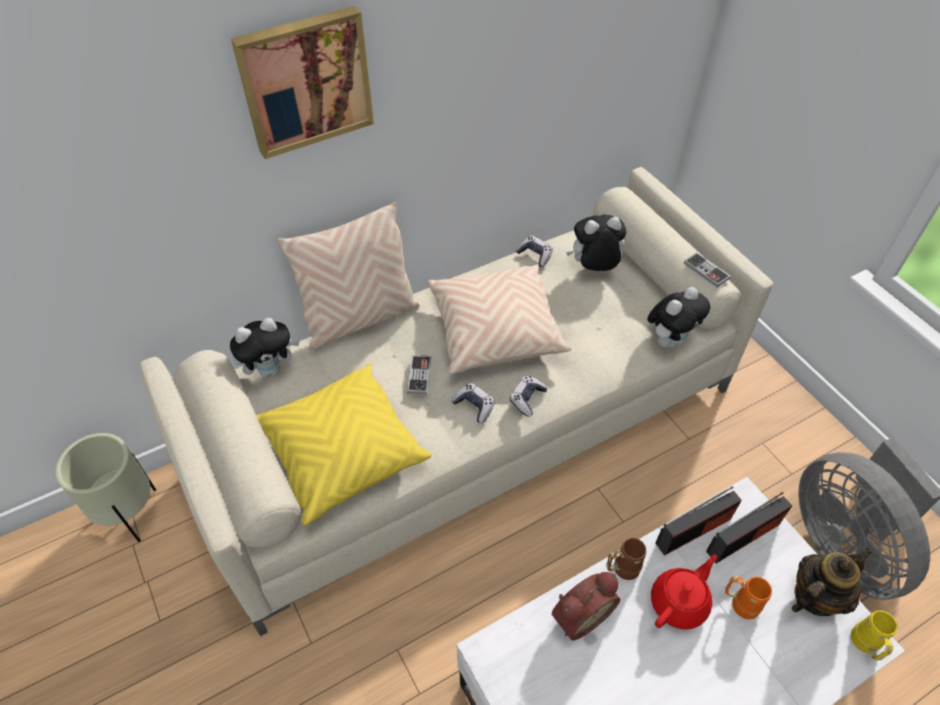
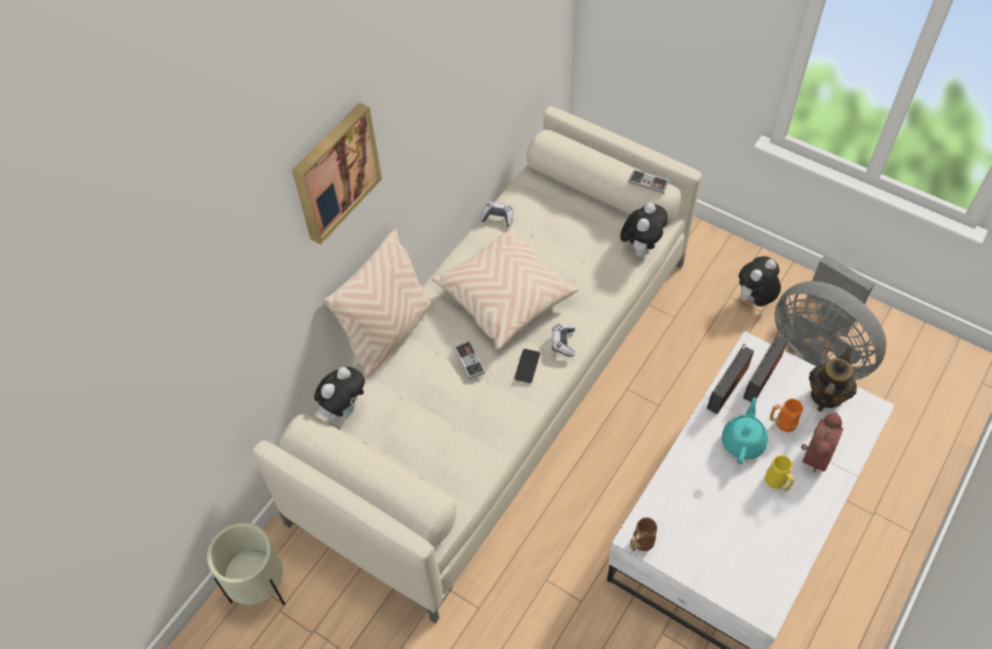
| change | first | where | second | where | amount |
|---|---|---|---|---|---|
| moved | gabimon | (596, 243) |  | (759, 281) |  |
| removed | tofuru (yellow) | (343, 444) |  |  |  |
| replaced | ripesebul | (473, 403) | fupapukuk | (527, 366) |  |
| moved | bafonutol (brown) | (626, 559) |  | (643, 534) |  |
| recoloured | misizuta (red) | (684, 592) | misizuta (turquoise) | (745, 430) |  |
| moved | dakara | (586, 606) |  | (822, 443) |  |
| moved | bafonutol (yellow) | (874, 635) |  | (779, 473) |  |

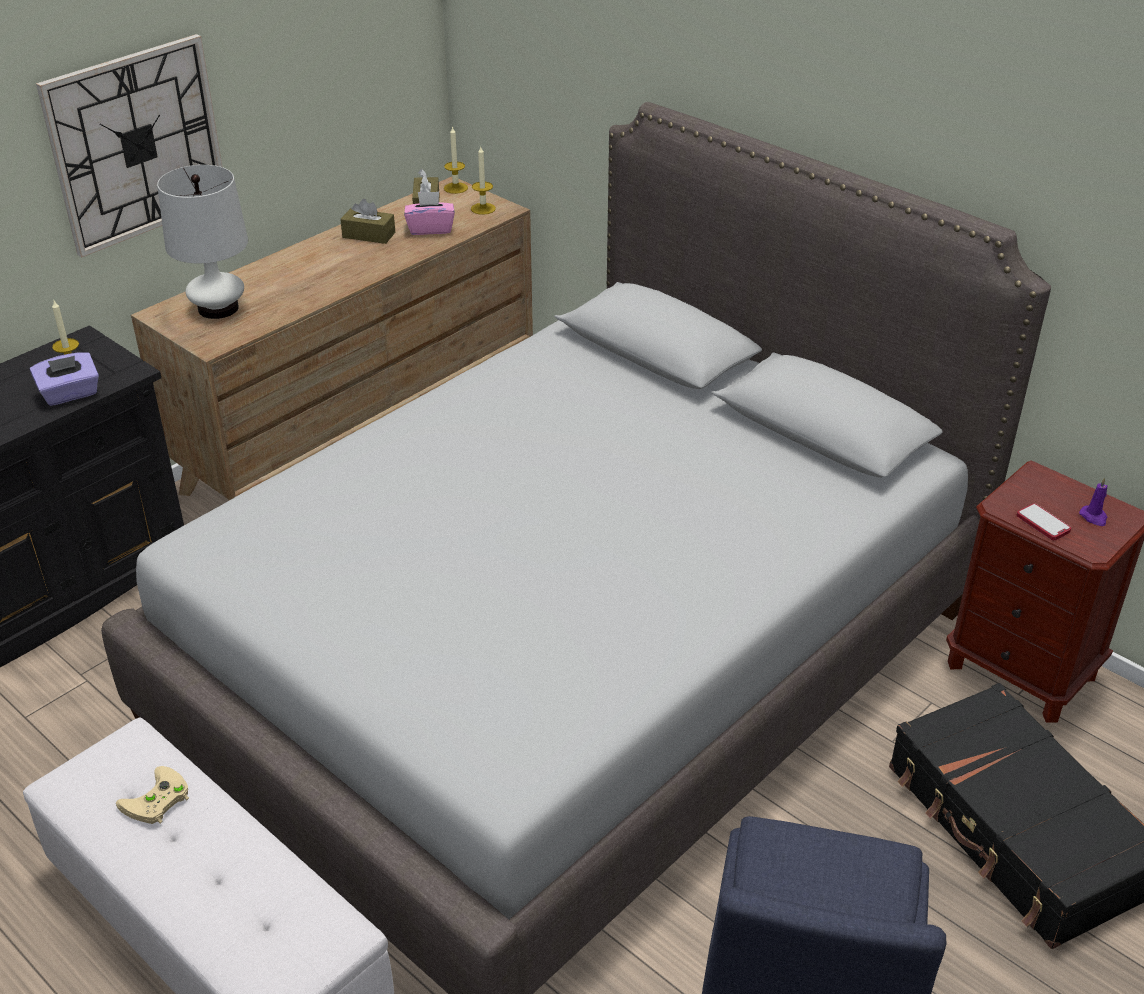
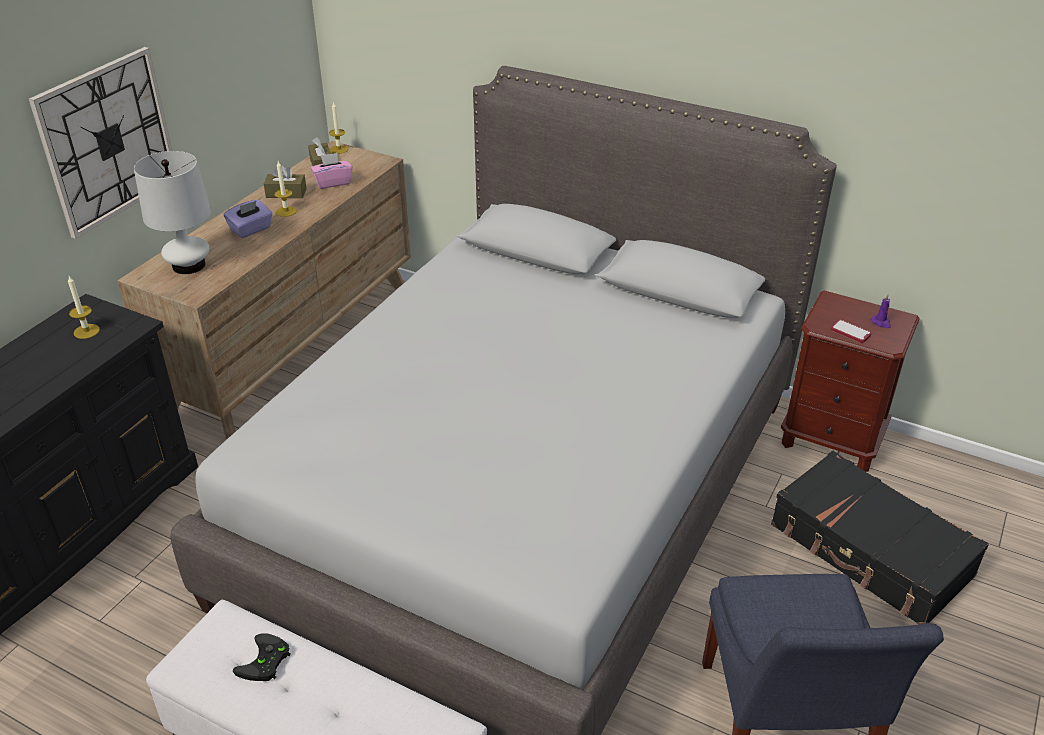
| change | first | where | second | where | amount |
|---|---|---|---|---|---|
| moved | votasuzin | (483, 181) |  | (285, 189) |  |
| moved | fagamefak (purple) | (64, 379) |  | (248, 219) |  |
| recoloured | ripesebul (beige) | (152, 795) | ripesebul (black) | (262, 657) |  |

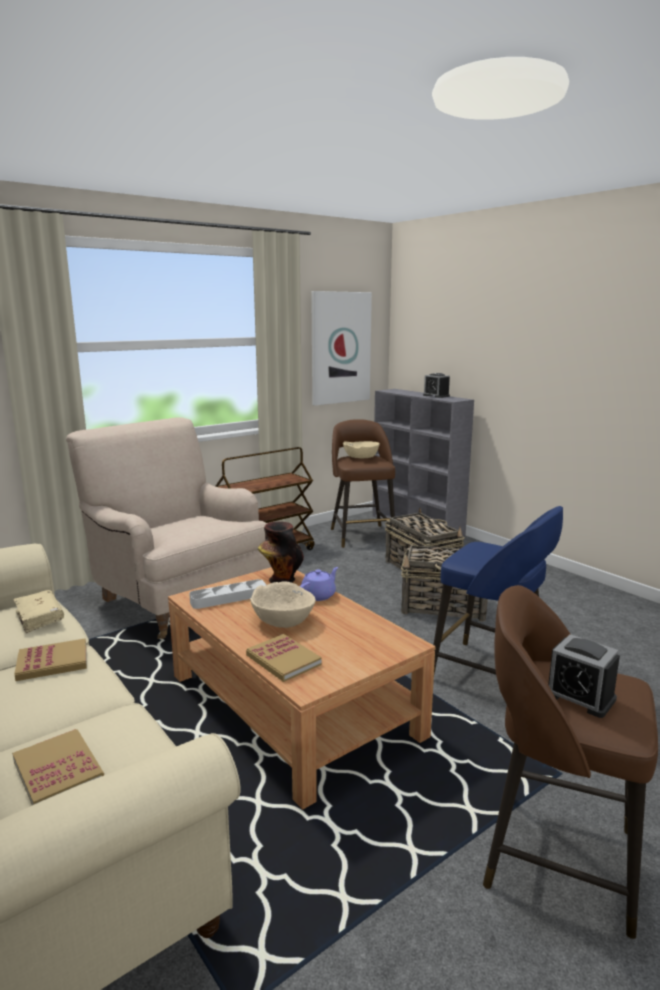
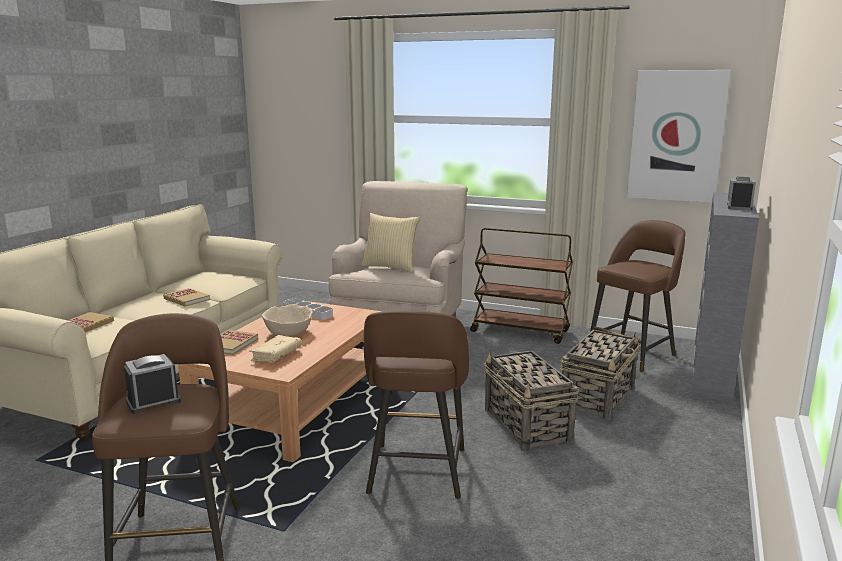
| change | first | where | second | where | amount |
|---|---|---|---|---|---|
| removed | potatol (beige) | (361, 449) |  |  |  |
| recoloured | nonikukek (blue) | (498, 590) | nonikukek (brown) | (416, 405) |  |
| removed | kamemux | (281, 552) |  |  |  |
| removed | misizuta (purple) | (319, 584) |  |  |  |
| moved | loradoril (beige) | (38, 611) |  | (275, 348) |  |
| turned | dakara | (584, 676) |  | (152, 384) | 45 degrees clockwise |
| added |  |  | tofuru | (390, 243) |  |

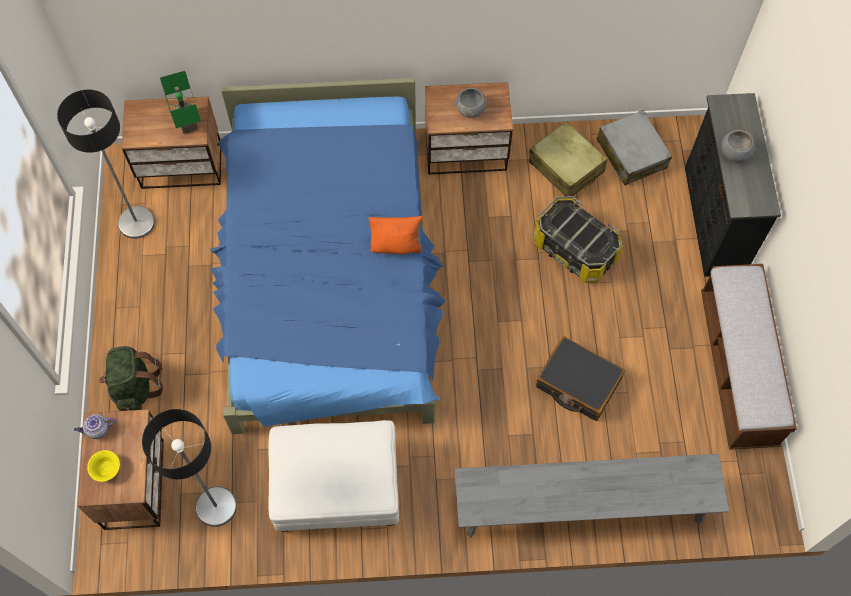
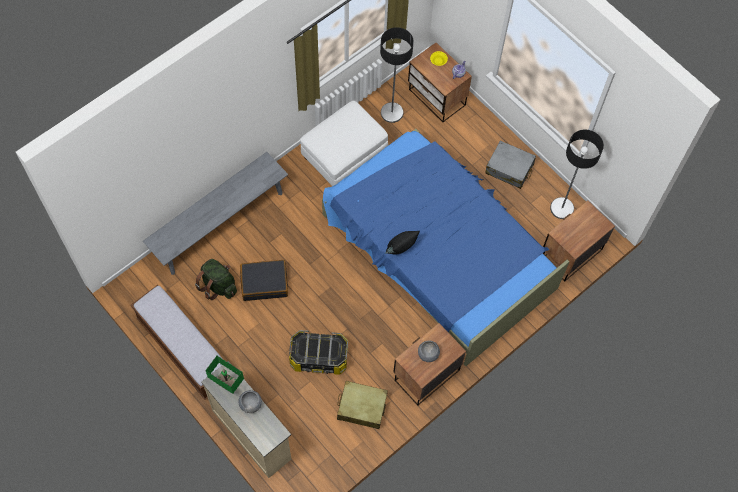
| change | first | where | second | where | amount |
|---|---|---|---|---|---|
| moved | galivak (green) | (180, 102) |  | (224, 375) |  |
| recoloured | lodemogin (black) | (733, 185) | lodemogin (beige) | (246, 419) |  |
| moved | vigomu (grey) | (634, 148) |  | (510, 165) |  |
| recoloured | tofuru (orange) | (396, 235) | tofuru (black) | (402, 243) |  |
| moved | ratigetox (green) | (131, 378) |  | (216, 279) |  |

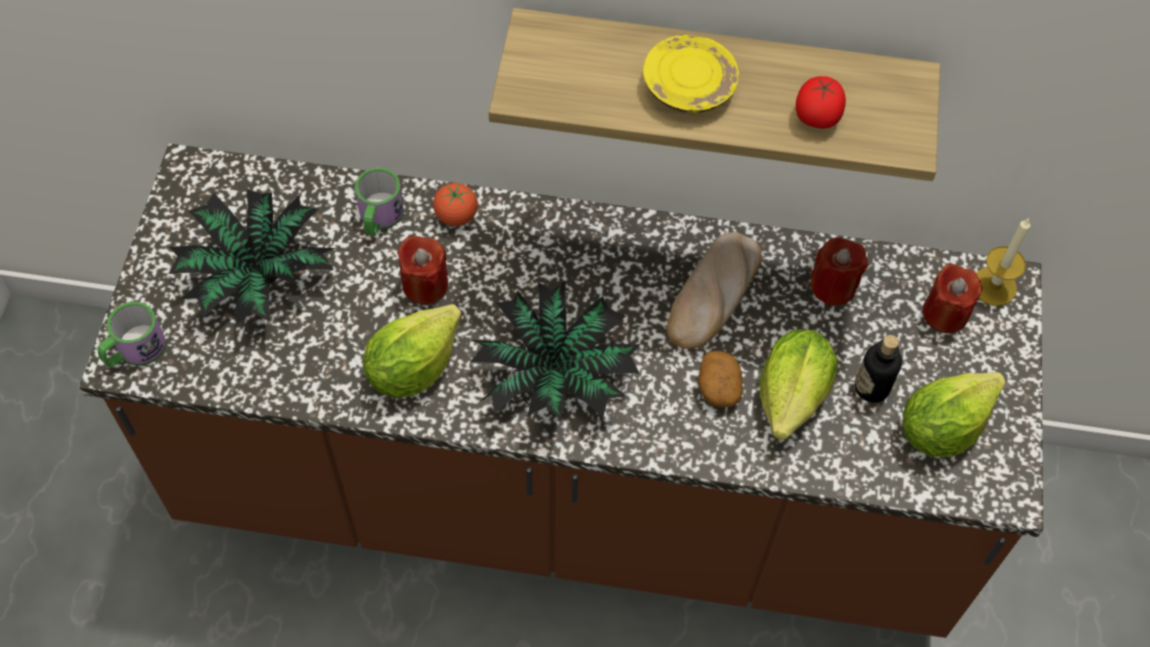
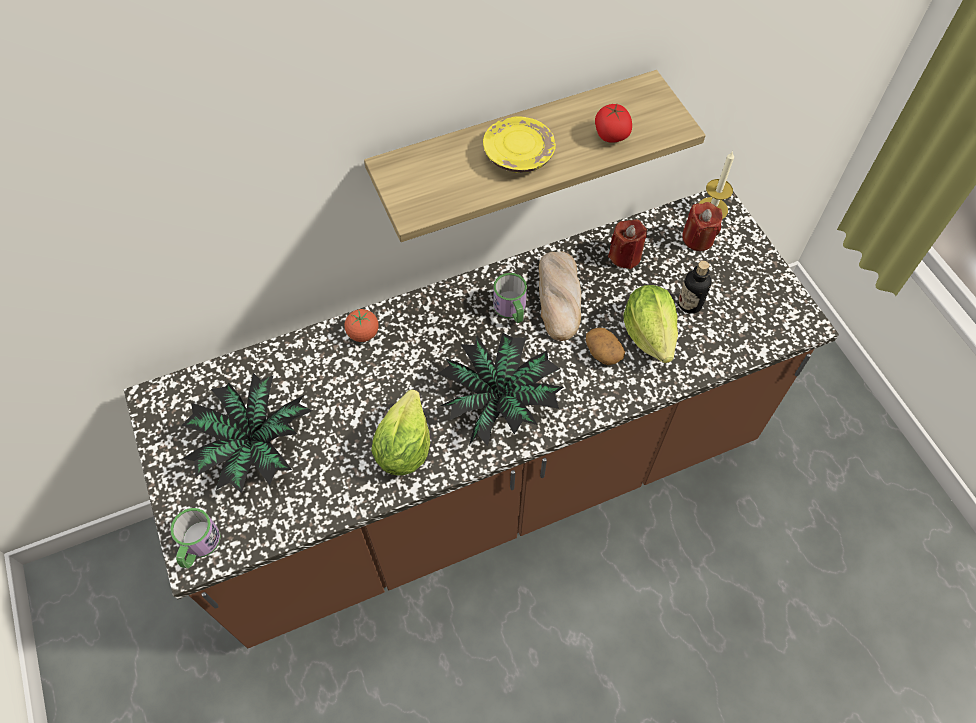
| change | first | where | second | where | amount |
|---|---|---|---|---|---|
| moved | bafonutol | (379, 202) |  | (510, 298) |  |
| removed | votasuzin (red) | (422, 270) |  |  |  |
| removed | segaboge | (954, 414) |  |  |  |

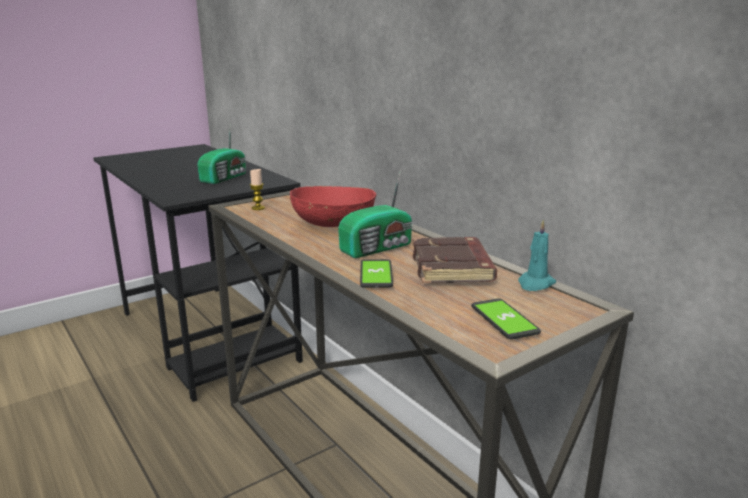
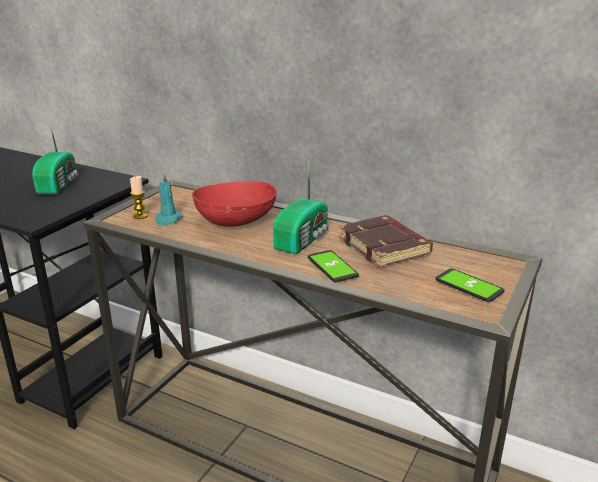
| change | first | where | second | where | amount |
|---|---|---|---|---|---|
| moved | votasuzin (turquoise) | (537, 255) |  | (169, 199) |  |

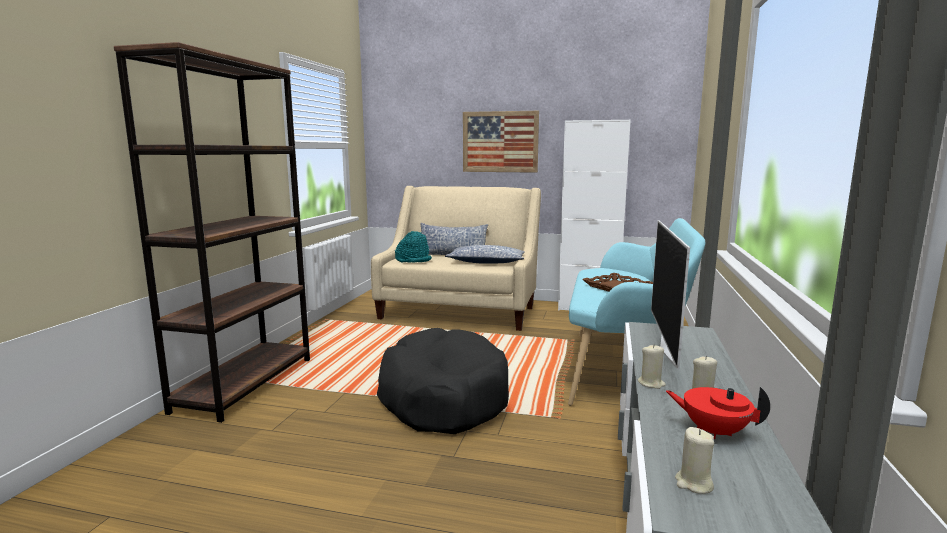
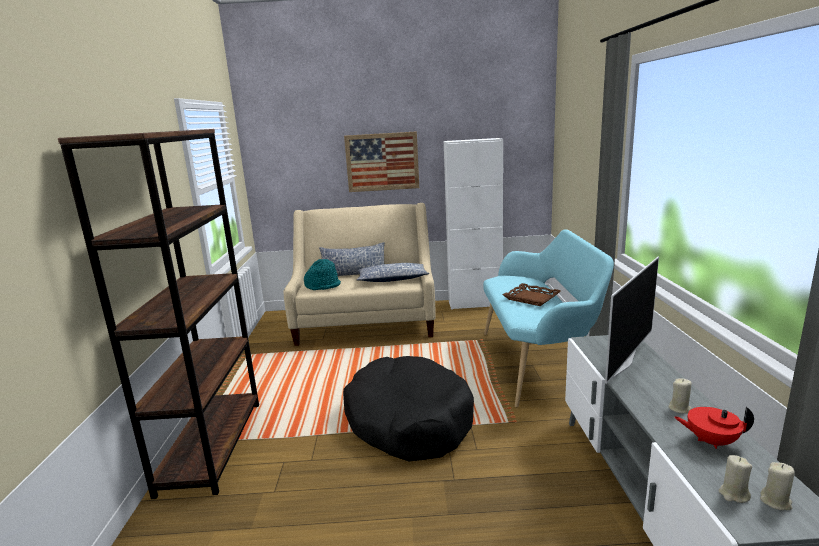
| change | first | where | second | where | amount |
|---|---|---|---|---|---|
| turned | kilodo | (670, 295) |  | (632, 320) | 135 degrees counterclockwise |
| moved | votasuzin (beige) | (652, 366) |  | (777, 486) |  |

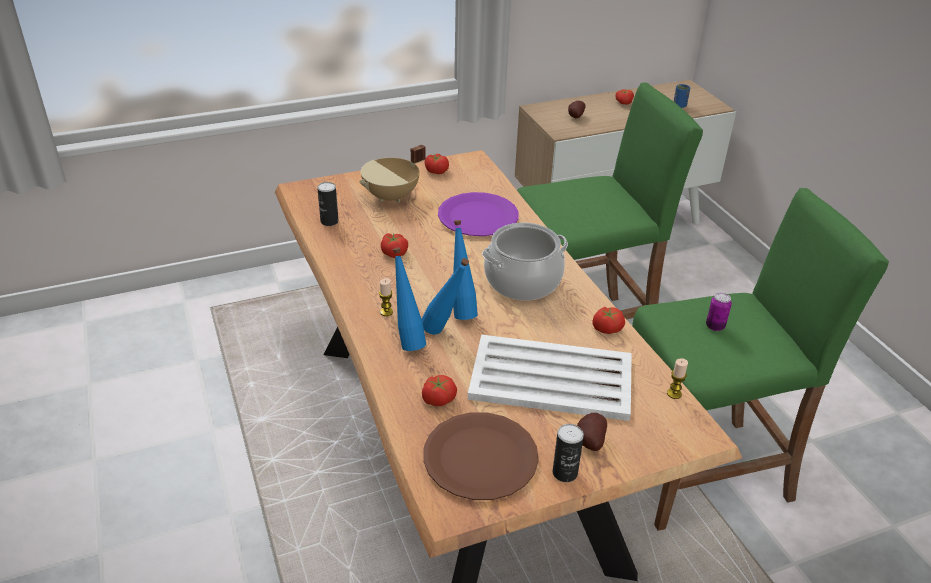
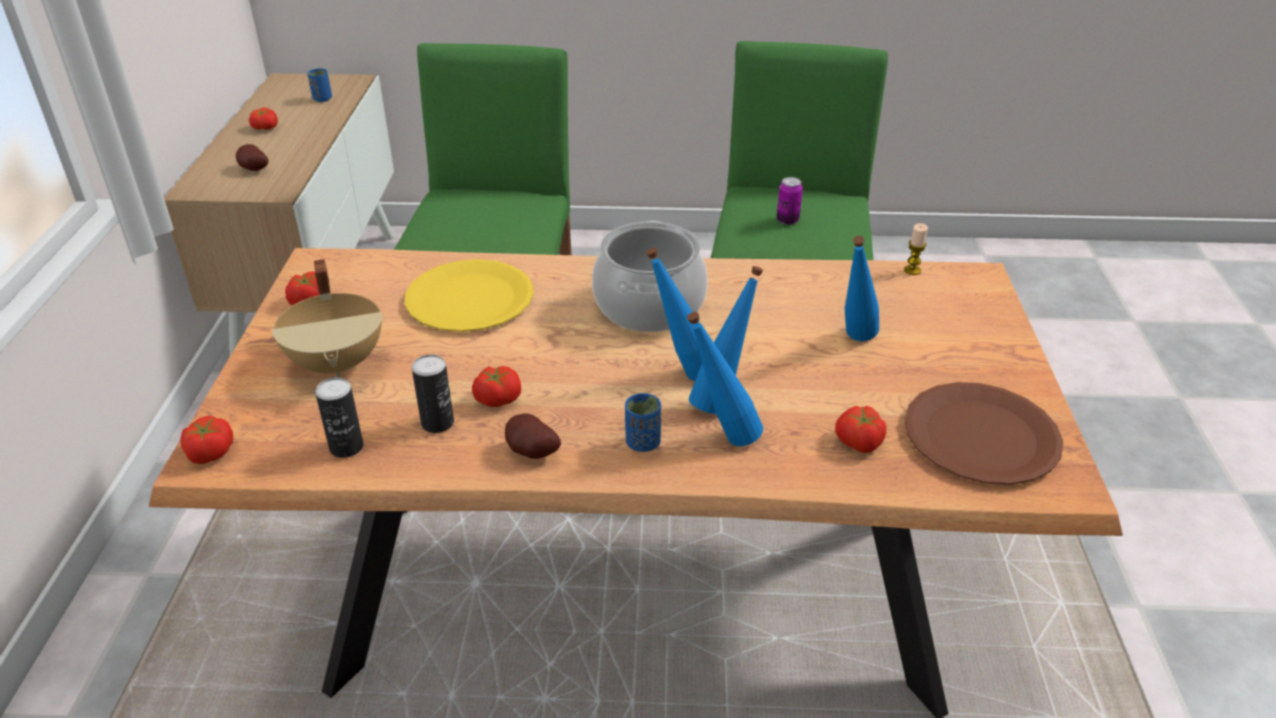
| change | first | where | second | where | amount |
|---|---|---|---|---|---|
| recoloured | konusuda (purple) | (478, 214) | konusuda (yellow) | (469, 295) |  |
| replaced | votasuzin | (386, 297) | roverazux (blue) | (643, 422) |  |
| moved | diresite | (609, 320) |  | (207, 440) |  |
| replaced | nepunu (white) | (550, 377) | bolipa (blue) | (862, 288) |  |
| moved | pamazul | (592, 432) |  | (533, 436) |  |
| moved | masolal | (568, 453) |  | (433, 393) |  |

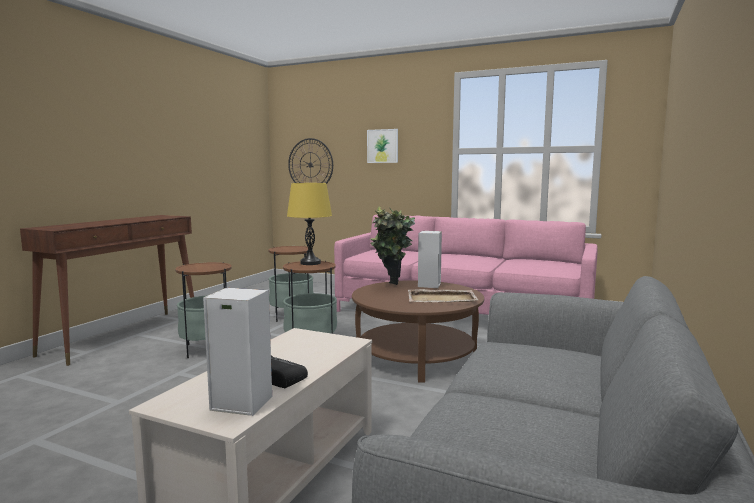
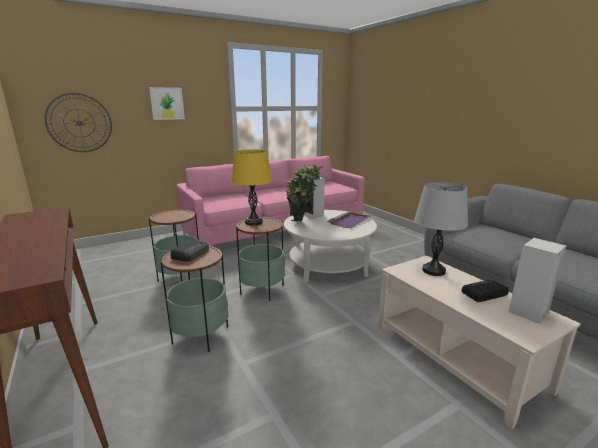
| change | first | where | second | where | amount |
|---|---|---|---|---|---|
| recoloured | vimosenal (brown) | (418, 331) | vimosenal (white) | (330, 246) |  |
| recoloured | nepunu (beige) | (443, 295) | nepunu (purple) | (349, 220) |  |
| added |  |  | galivak (grey) | (441, 229) |  |
| added |  |  | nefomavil | (190, 250) |  |

